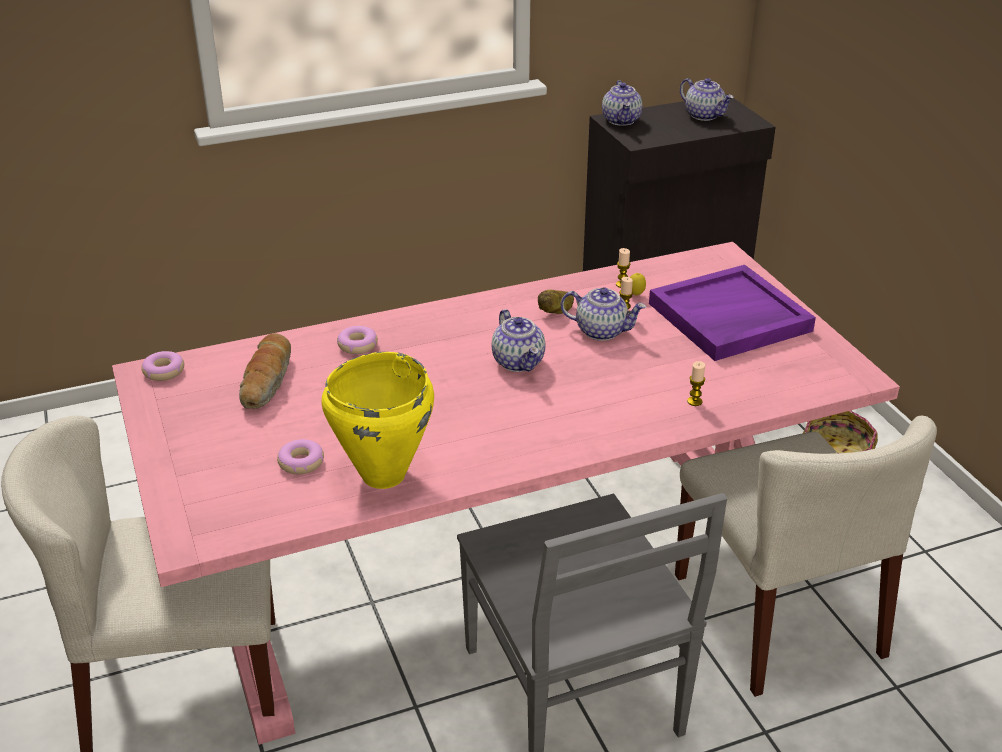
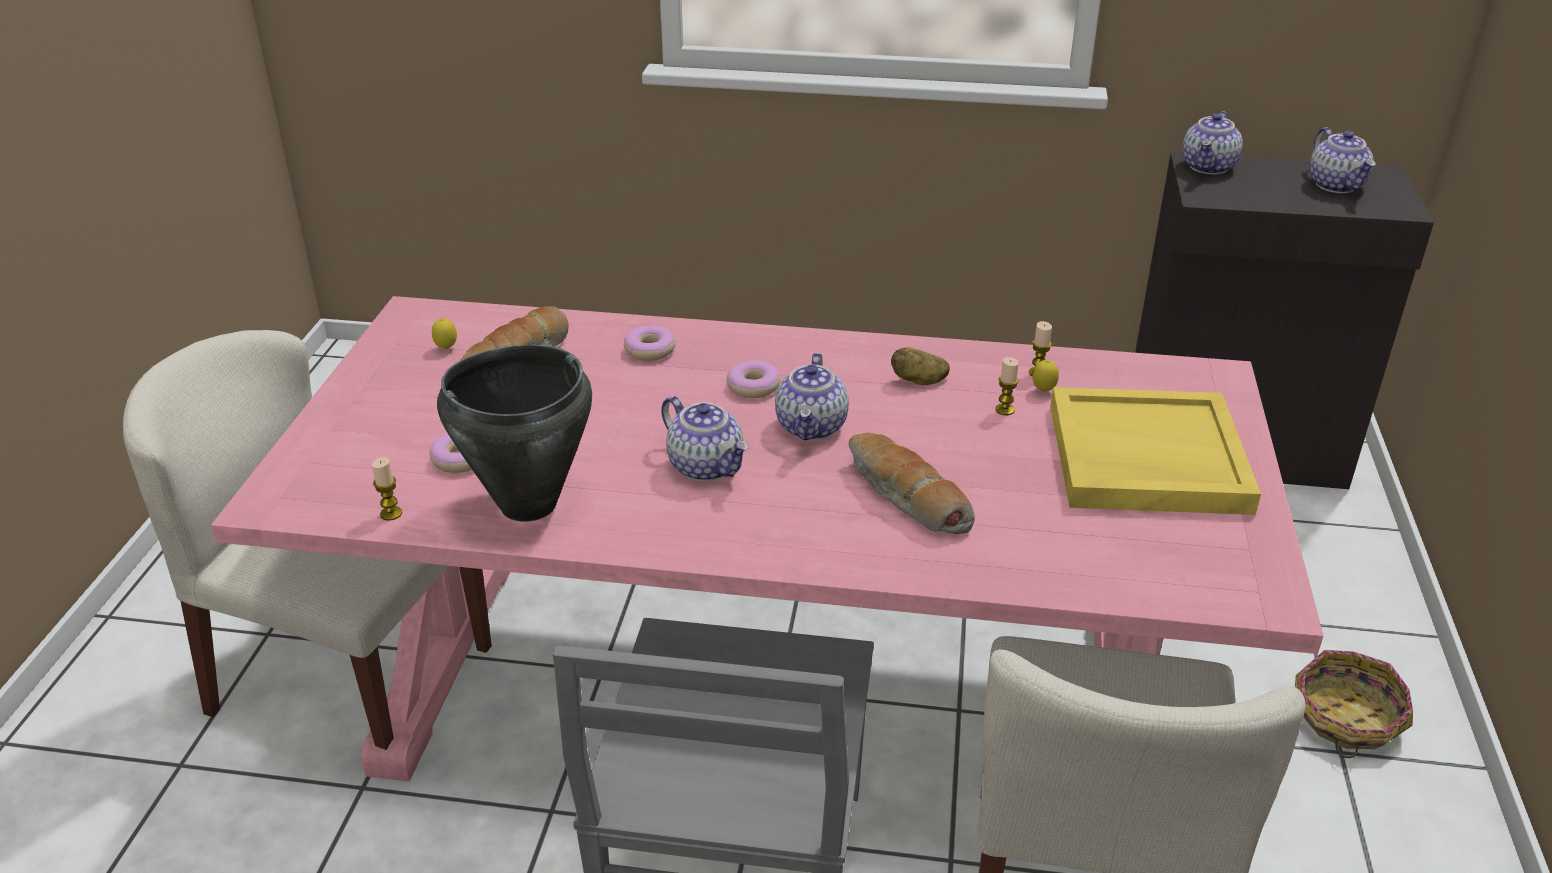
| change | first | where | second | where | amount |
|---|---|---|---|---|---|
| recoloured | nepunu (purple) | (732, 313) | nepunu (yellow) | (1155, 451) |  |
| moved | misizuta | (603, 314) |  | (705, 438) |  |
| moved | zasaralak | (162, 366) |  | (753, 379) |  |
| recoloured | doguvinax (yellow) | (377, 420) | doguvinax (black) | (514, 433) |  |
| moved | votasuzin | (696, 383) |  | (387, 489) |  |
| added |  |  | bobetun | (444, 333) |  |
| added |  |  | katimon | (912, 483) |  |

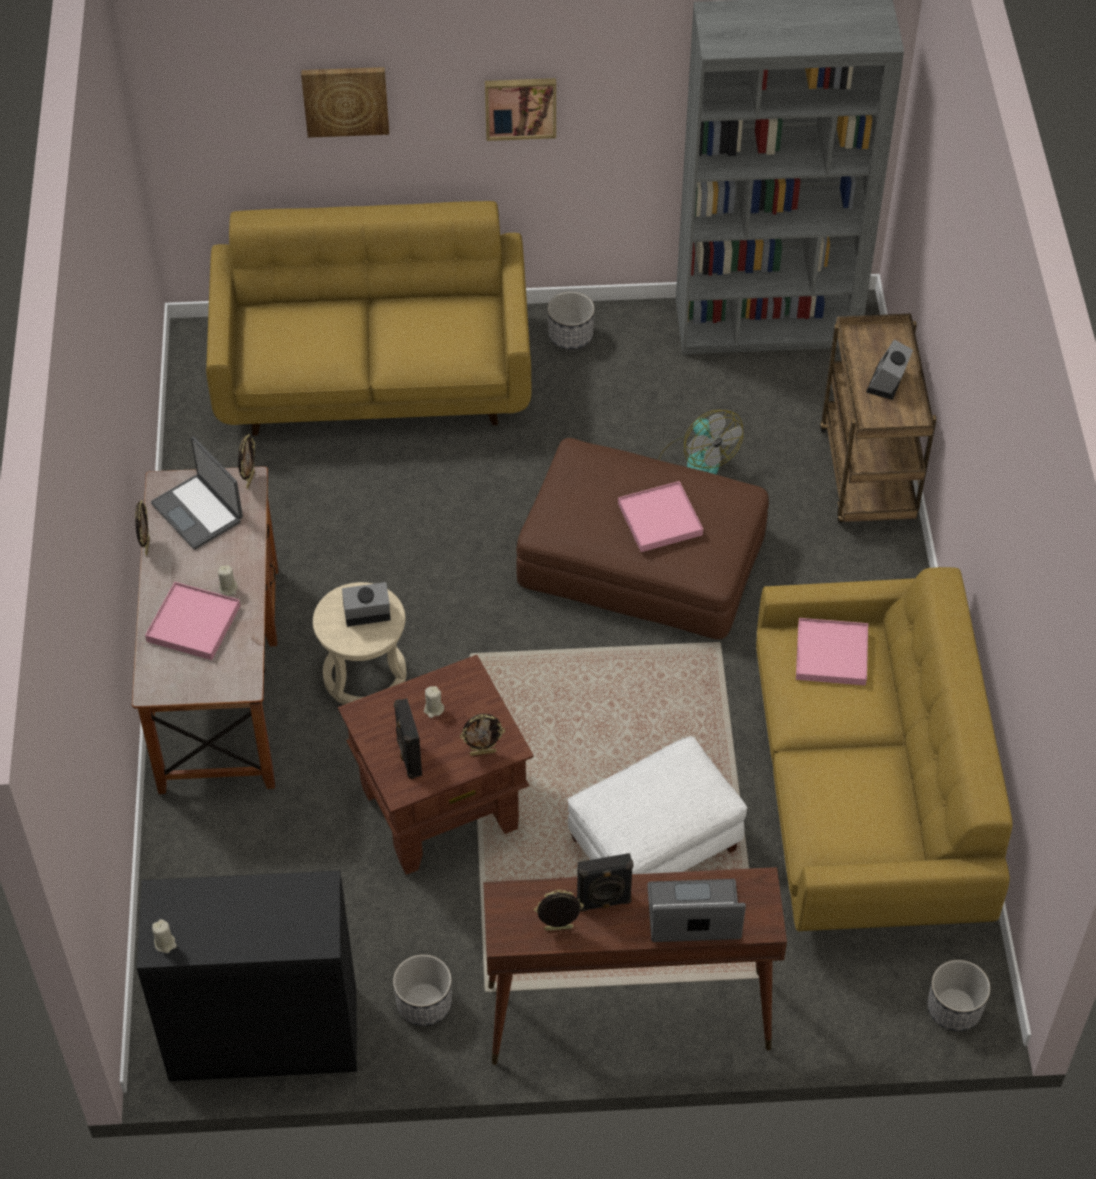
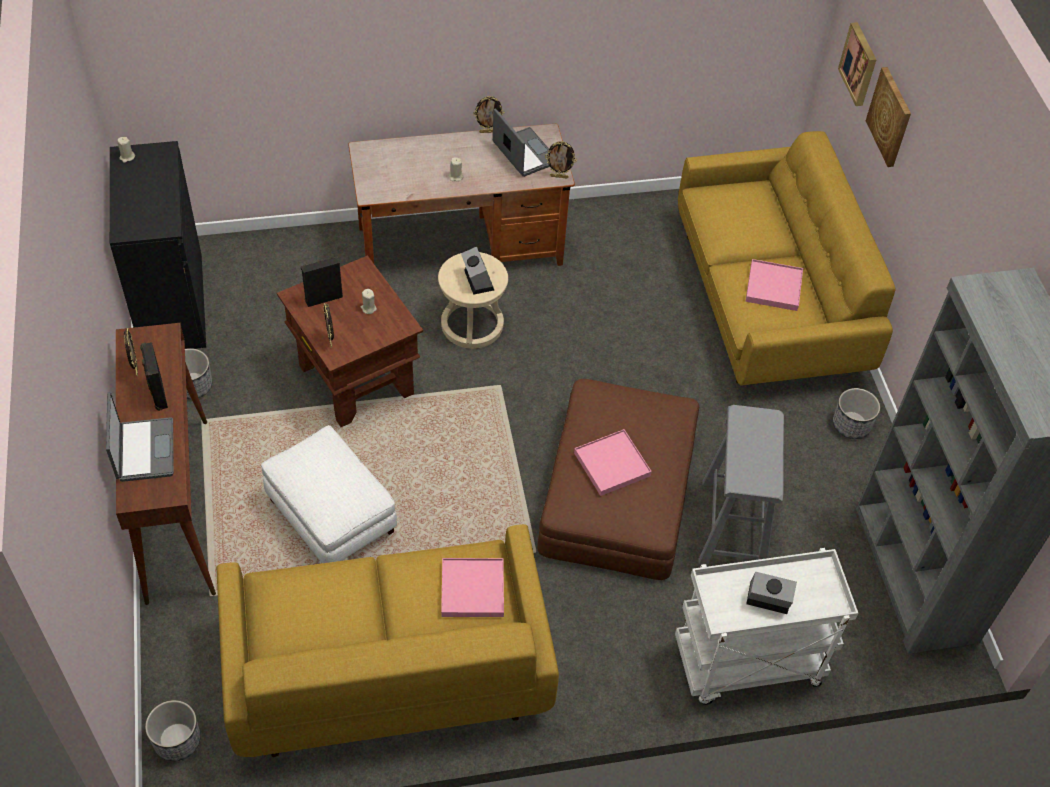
| change | first | where | second | where | amount |
|---|---|---|---|---|---|
| moved | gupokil | (520, 109) |  | (857, 64) |  |
| recoloured | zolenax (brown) | (878, 418) | zolenax (white) | (766, 626) |  |
| replaced | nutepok | (700, 442) | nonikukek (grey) | (741, 485) |  |
| turned | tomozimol | (197, 492) |  | (521, 143) | 105 degrees clockwise |
| moved | nepunu (pink) | (192, 621) |  | (774, 285) |  |

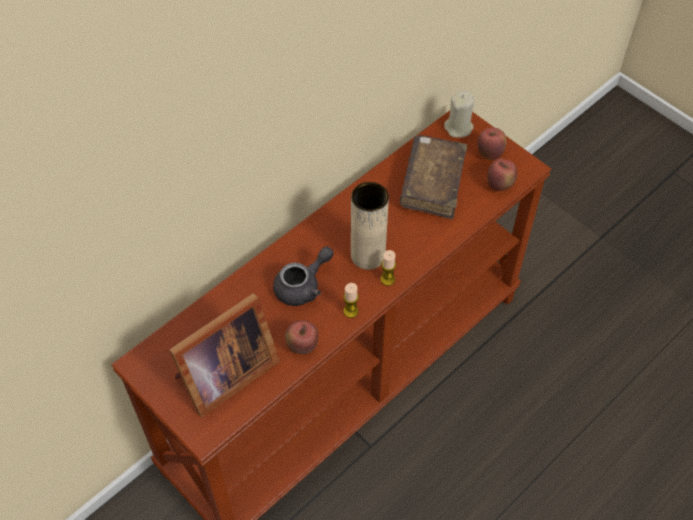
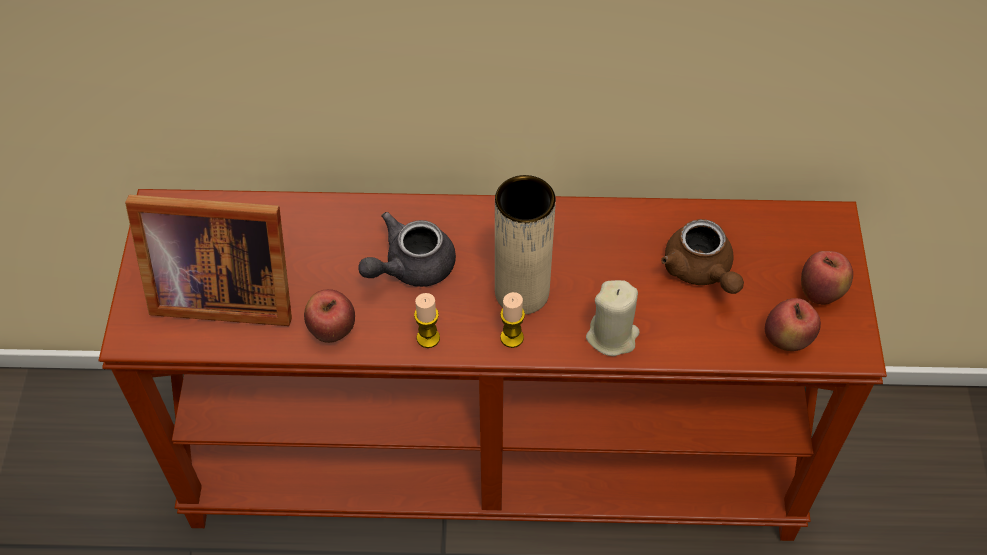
| change | first | where | second | where | amount |
|---|---|---|---|---|---|
| moved | votasuzin (beige) | (459, 114) |  | (613, 318) |  |
| replaced | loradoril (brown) | (433, 177) | misizuta (brown) | (702, 256) |  |
| turned | misizuta (grey) | (303, 276) |  | (407, 249) | 135 degrees clockwise |

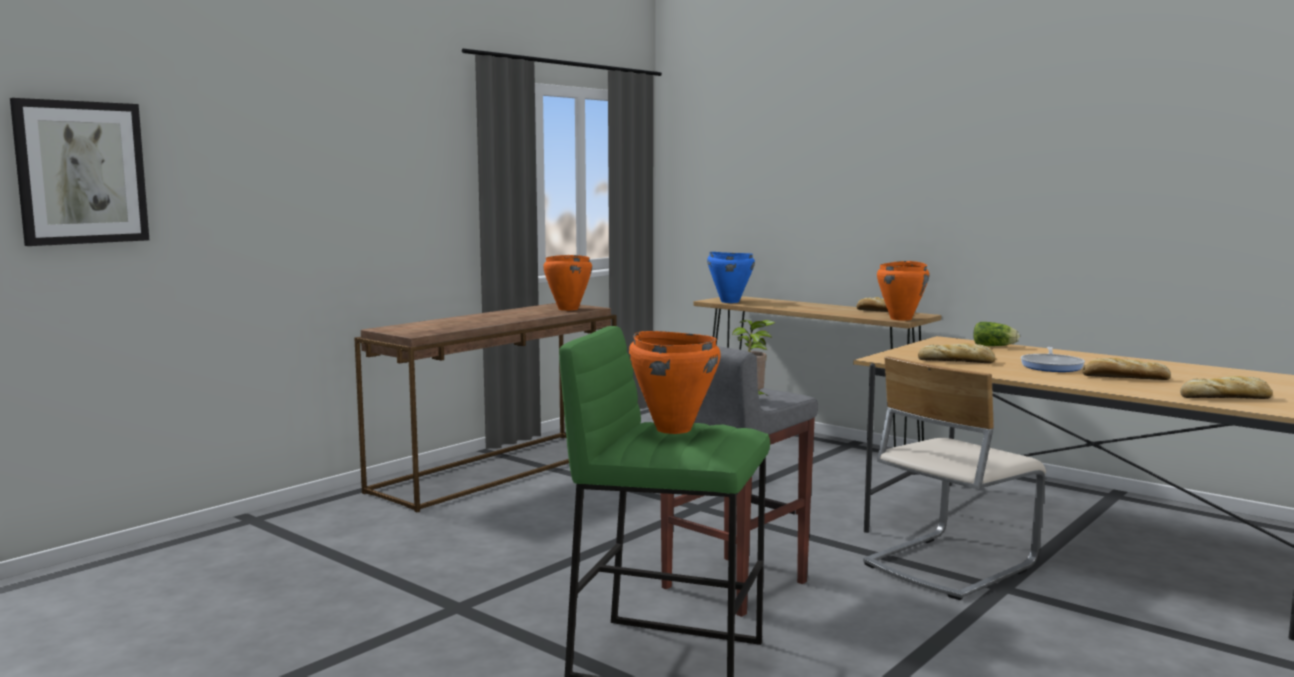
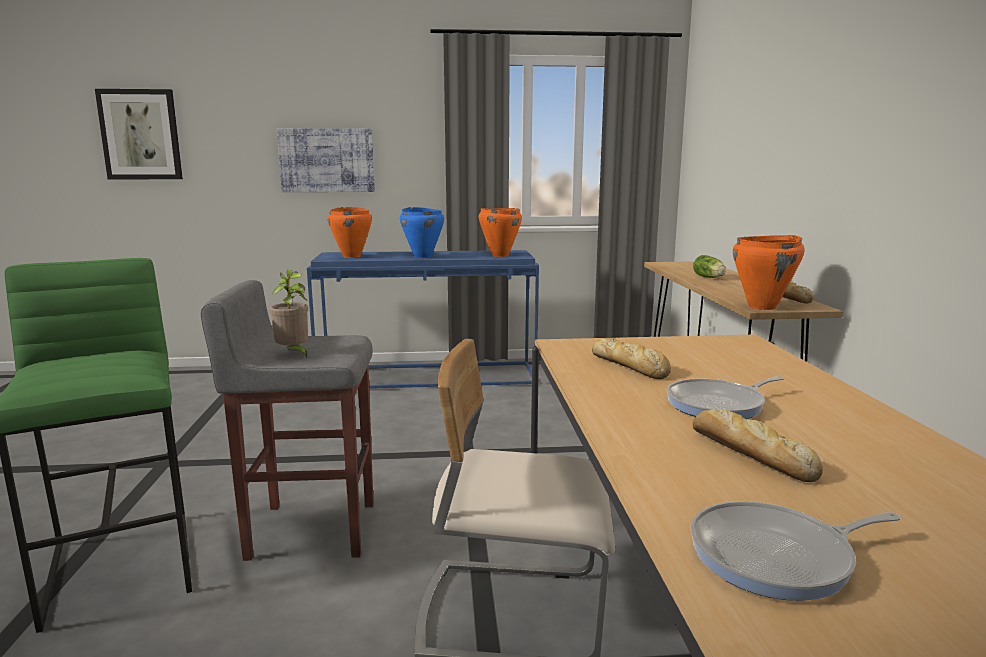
| change | first | where | second | where | amount |
|---|---|---|---|---|---|
| moved | doguvinax (blue) | (731, 277) |  | (422, 232) |  |
| recoloured | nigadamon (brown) | (485, 407) | nigadamon (blue) | (423, 319) |  |
| moved | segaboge | (996, 334) |  | (709, 266) |  |
| moved | doguvinax (orange) | (675, 382) |  | (350, 232) |  |
| replaced | katimon | (1226, 387) | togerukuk | (796, 551) |  |
| added |  |  | gupokil | (326, 160) |  |

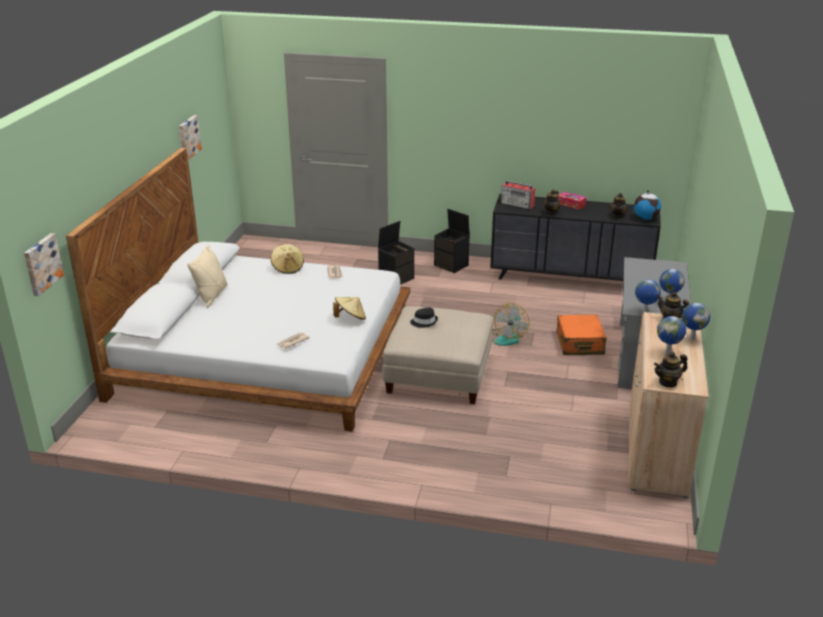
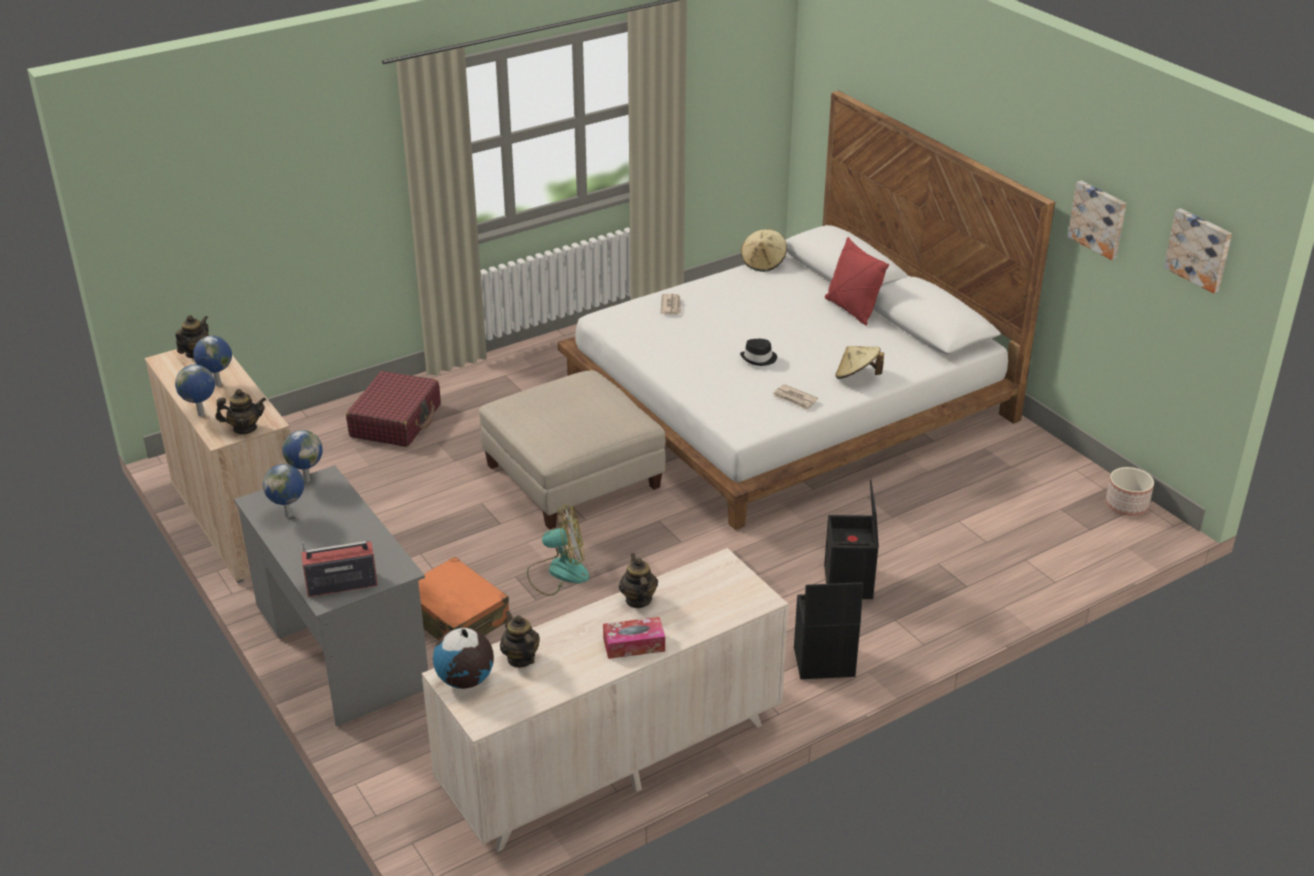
| change | first | where | second | where | amount |
|---|---|---|---|---|---|
| moved | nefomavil | (518, 194) |  | (339, 569) |  |
| recoloured | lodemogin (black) | (575, 237) | lodemogin (beige) | (605, 700) |  |
| moved | gupokil | (44, 264) |  | (1198, 250) |  |
| recoloured | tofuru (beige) | (207, 276) | tofuru (red) | (857, 281) |  |
| moved | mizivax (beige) | (349, 308) |  | (764, 250) |  |
| turned | nutepok | (510, 324) |  | (558, 550) | 105 degrees clockwise |
| moved | mizivax (black) | (424, 318) |  | (758, 352) |  |
| added |  |  | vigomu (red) | (393, 409) |  |
| added |  |  | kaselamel | (1130, 491) |  |

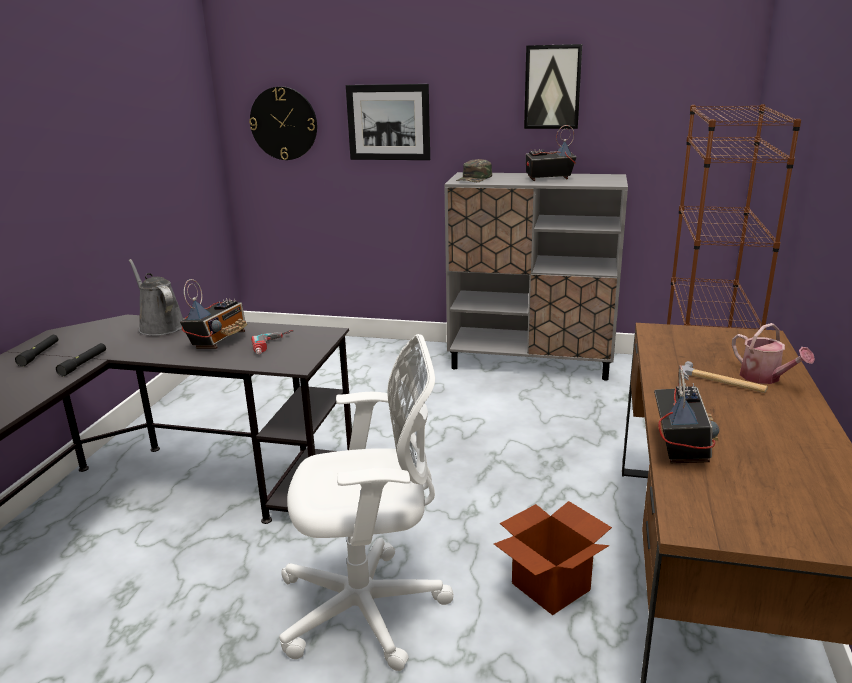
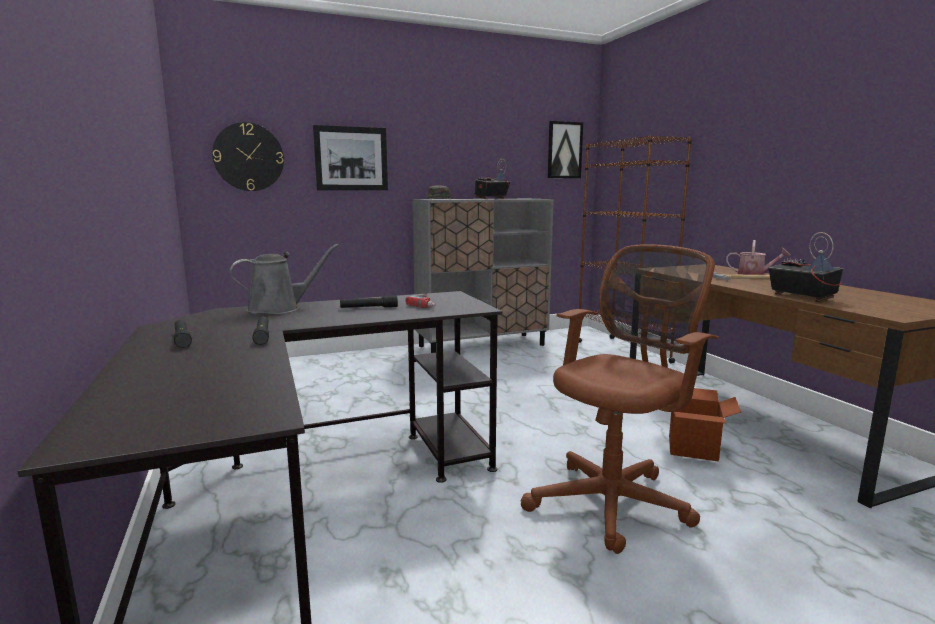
| change | first | where | second | where | amount |
|---|---|---|---|---|---|
| moved | gupokil | (553, 86) |  | (565, 149) |  |
| turned | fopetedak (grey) | (156, 297) |  | (284, 279) | 135 degrees clockwise |
| replaced | nefomavil | (213, 314) | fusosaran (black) | (369, 301) |  |
| recoloured | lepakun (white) | (366, 502) | lepakun (brown) | (619, 399) |  |

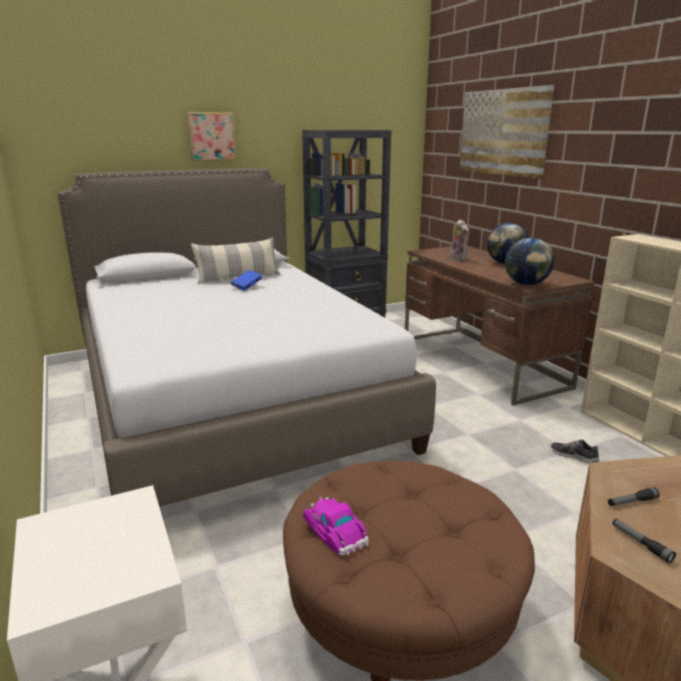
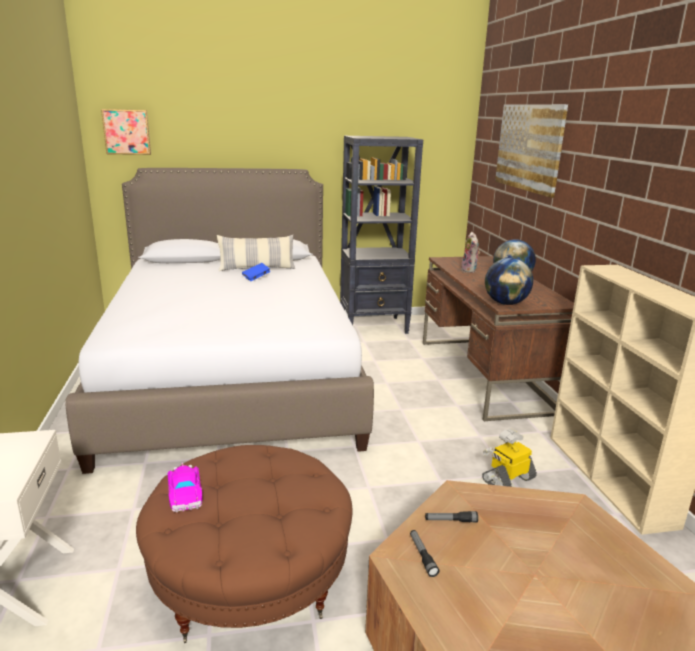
| change | first | where | second | where | amount |
|---|---|---|---|---|---|
| moved | gupokil | (211, 136) |  | (126, 132) |  |
| replaced | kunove | (575, 451) | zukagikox | (509, 458) |  |

